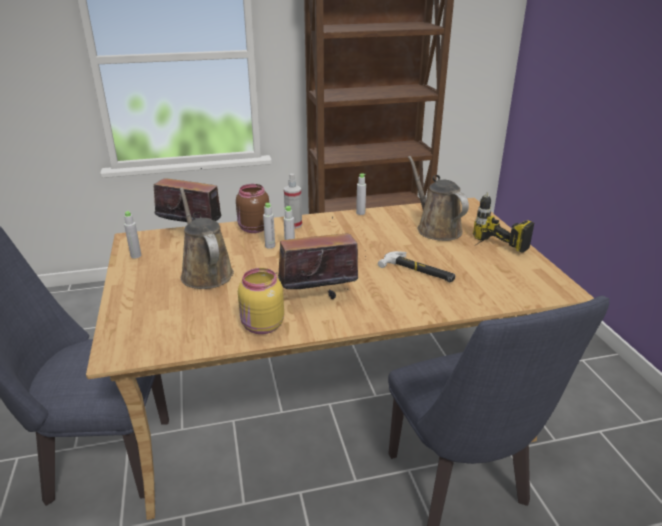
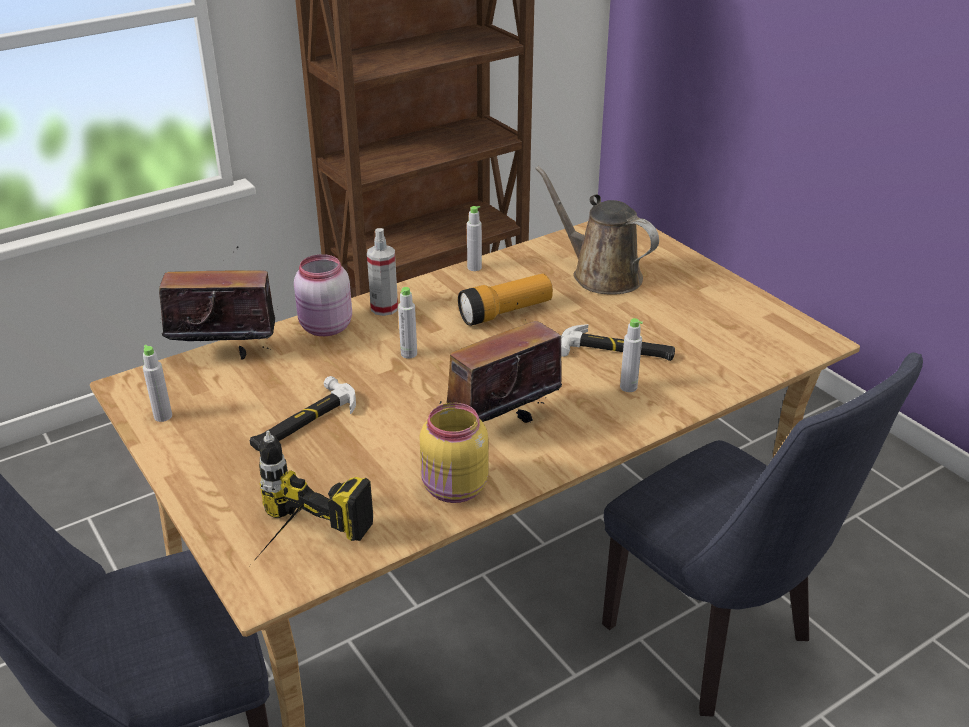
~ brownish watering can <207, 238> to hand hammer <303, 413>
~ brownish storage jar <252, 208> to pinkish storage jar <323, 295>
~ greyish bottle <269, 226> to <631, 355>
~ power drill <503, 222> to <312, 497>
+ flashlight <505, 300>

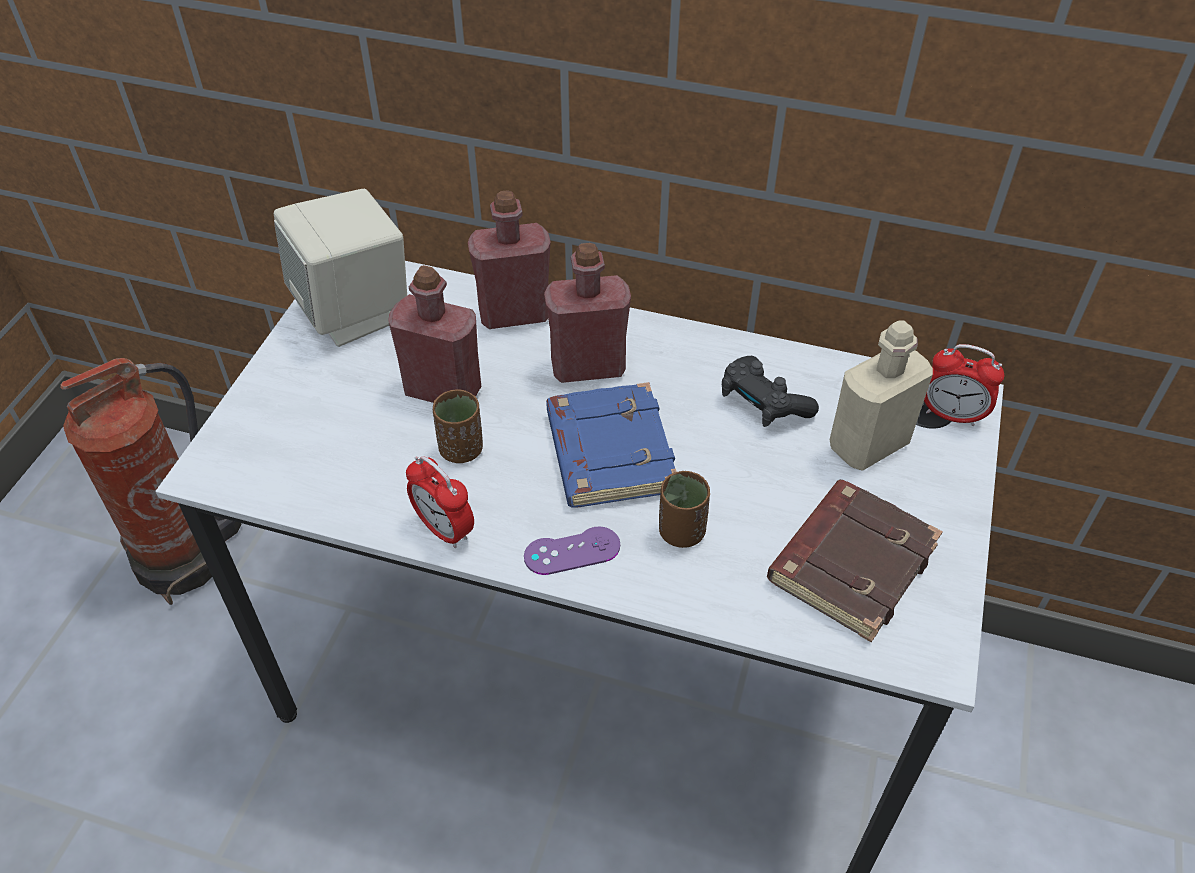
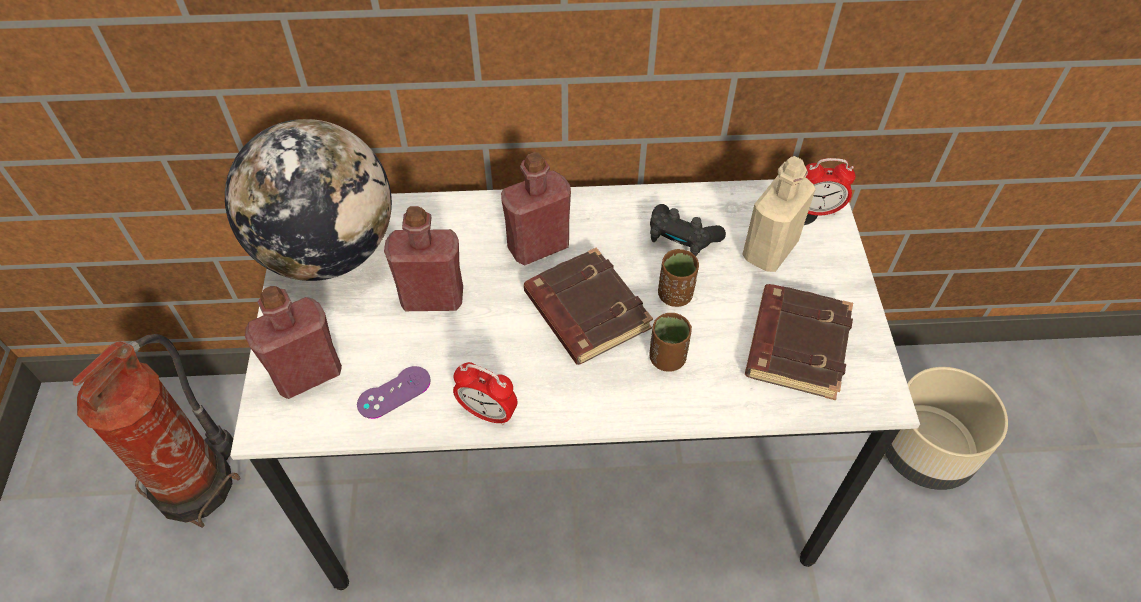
~ beige-coloured audio speaker <340, 268> to desk globe <308, 200>
~ brownish cup <458, 426> to <678, 278>
~ red-coloured bottle <509, 259> to <293, 342>
~ purple game controller <572, 551> to <393, 392>
~ blue-coloured bound book <611, 445> to brownish bound book <588, 306>
+ beige-coloured plant pot <946, 428>

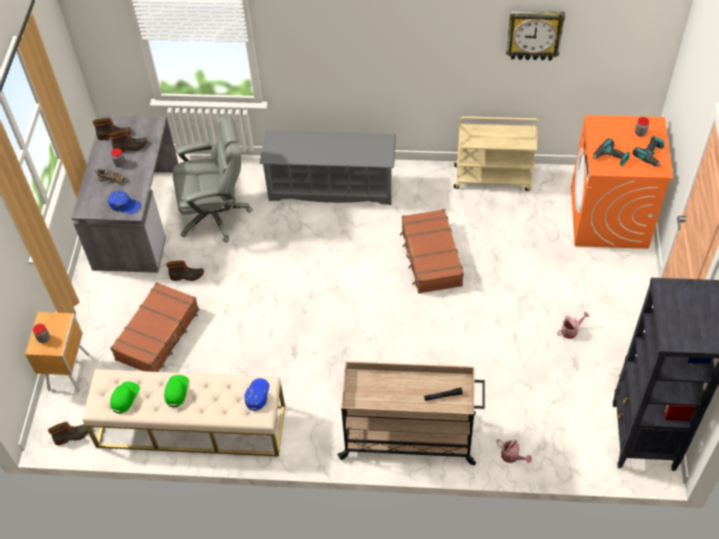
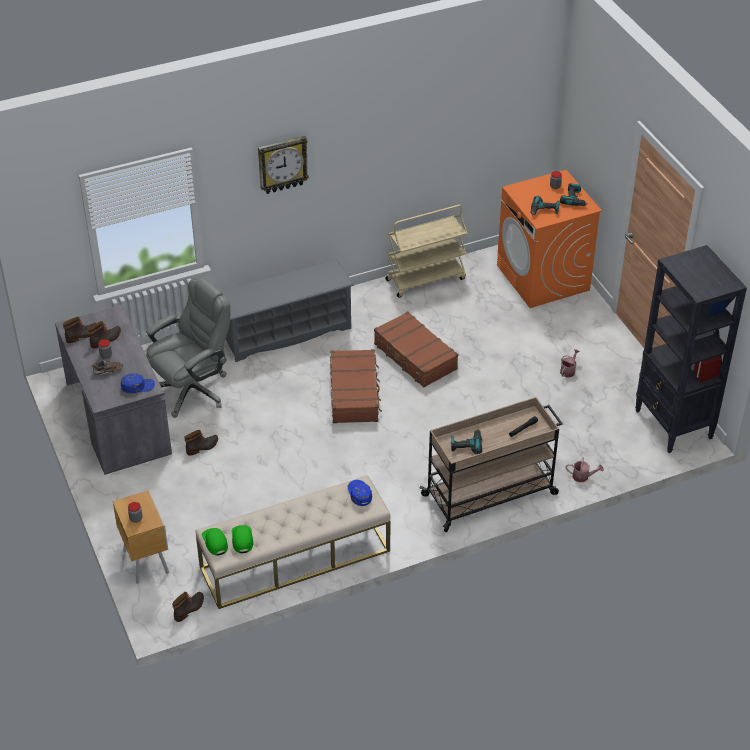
~ brownish piece of luggage <154, 327> to <356, 386>
~ green-coloured peaked cap <176, 391> to <215, 542>
~ hanging clock <535, 35> to <283, 165>
+ power drill <466, 441>

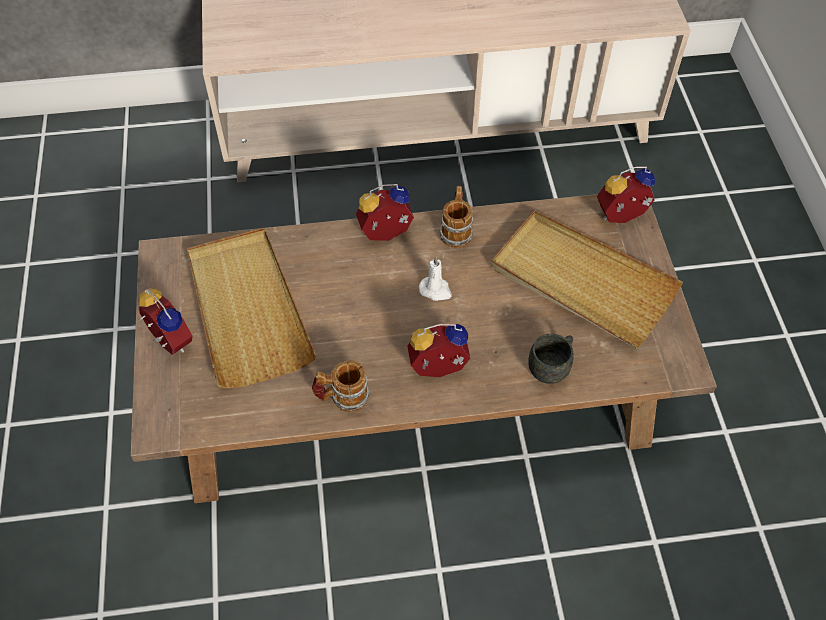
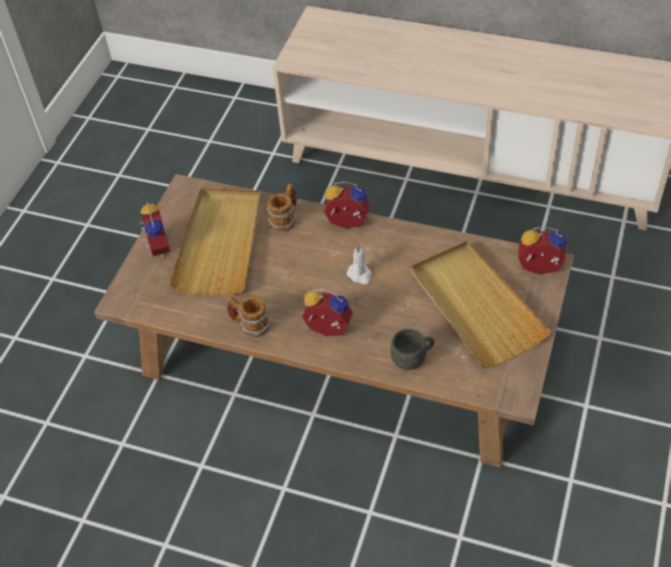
~ tea mug <456, 217> to <282, 208>

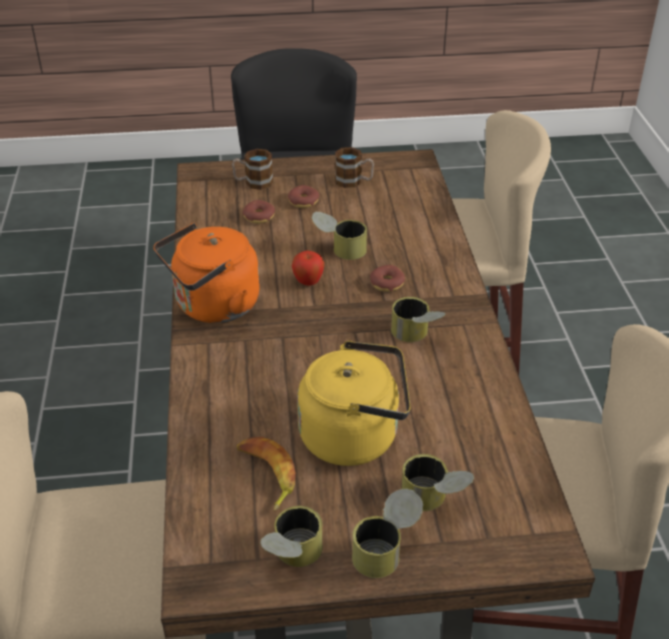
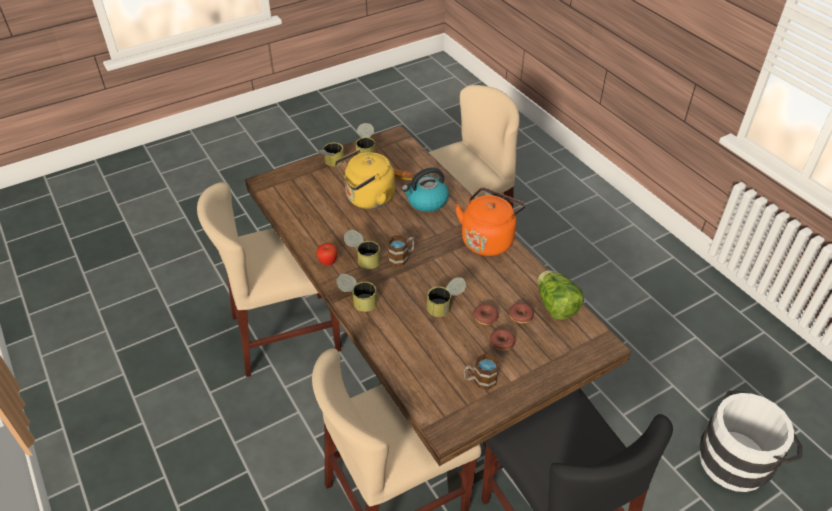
~ tea mug <253, 169> to <401, 251>
~ apple <308, 268> to <327, 254>
~ ring doughnut <387, 278> to <486, 314>
~ can <437, 482> to <356, 293>
+ water kettle <425, 189>
+ lettuce <561, 295>
+ whitish bucket <750, 441>

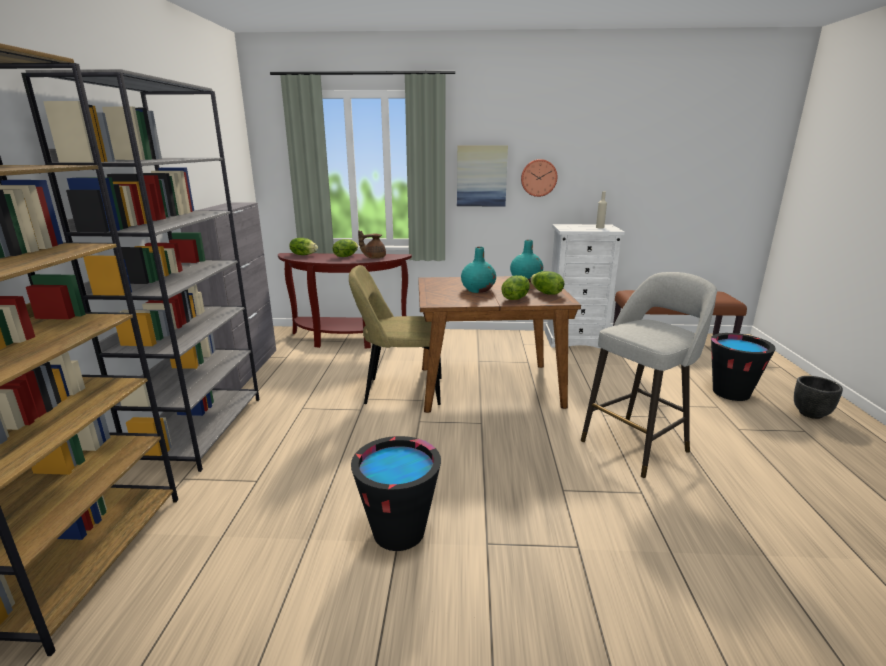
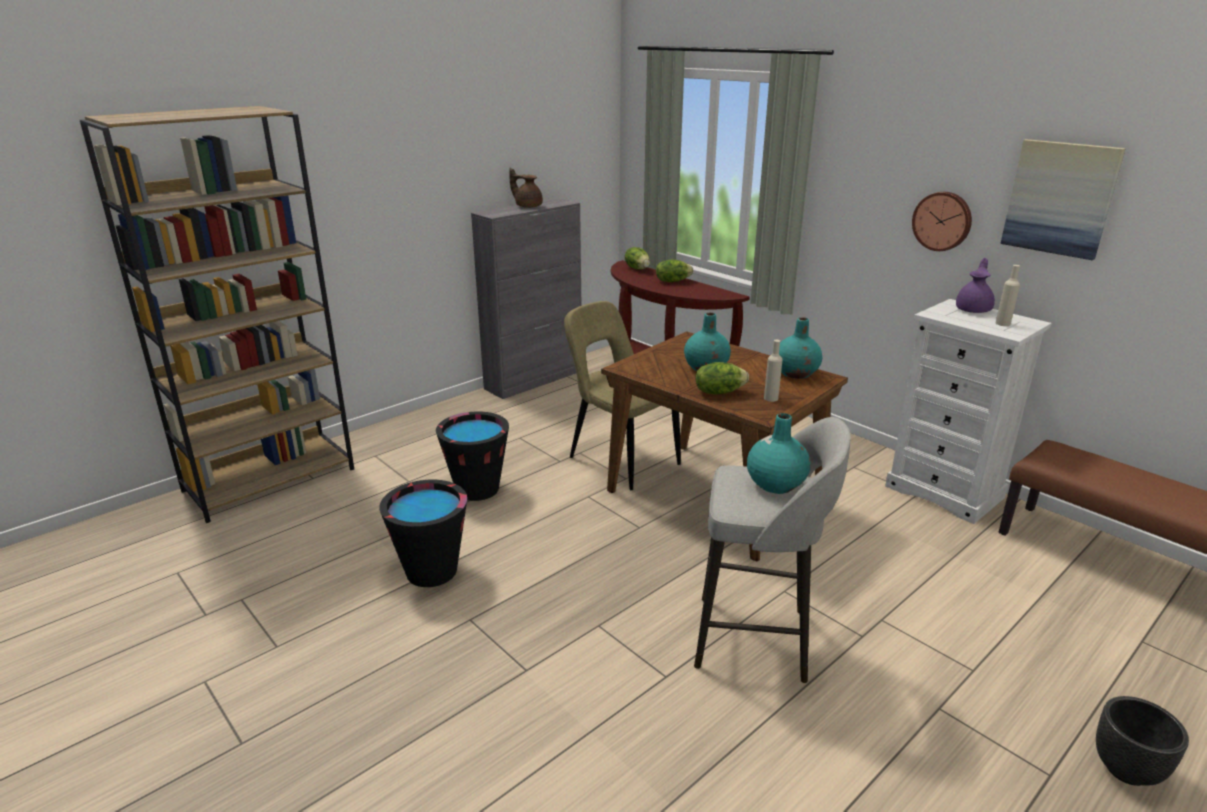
- greyish bookshelf <140, 270>
~ brownish teapot <372, 244> to <526, 188>
~ wall picture <482, 176> to <1063, 199>
~ lettuce <547, 283> to beige-coloured bottle <773, 371>
~ black bucket <743, 367> to <472, 456>
+ turquoise flower vase <779, 453>
+ purple teapot <975, 285>

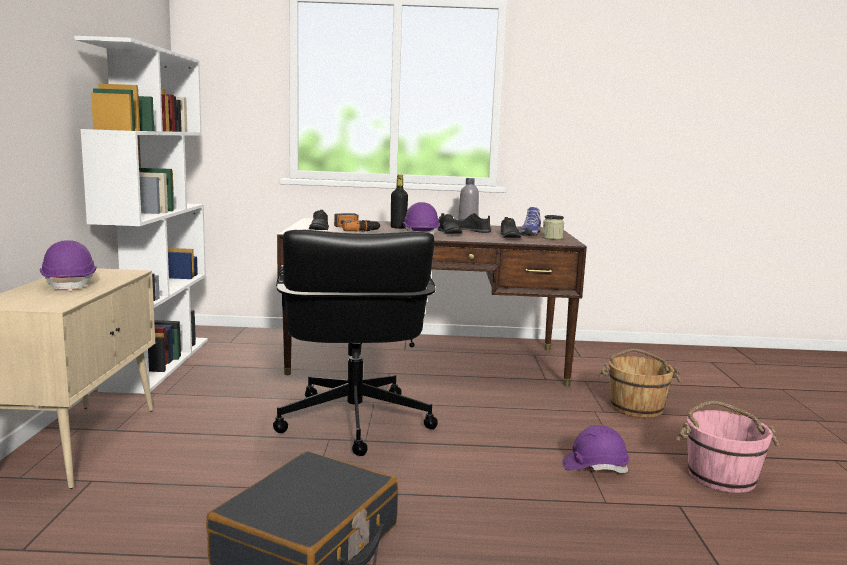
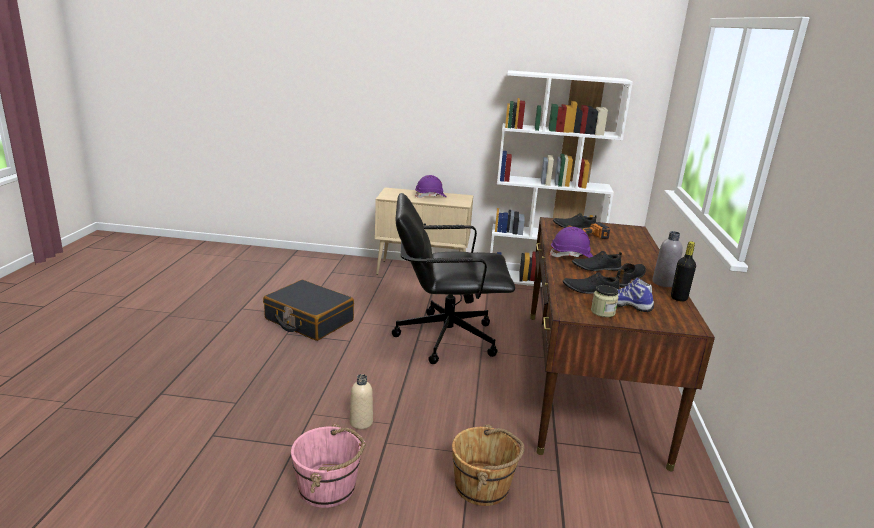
~ black bottle <399, 201> to <683, 271>
~ purple safety helmet <595, 449> to beige-coloured bottle <361, 401>

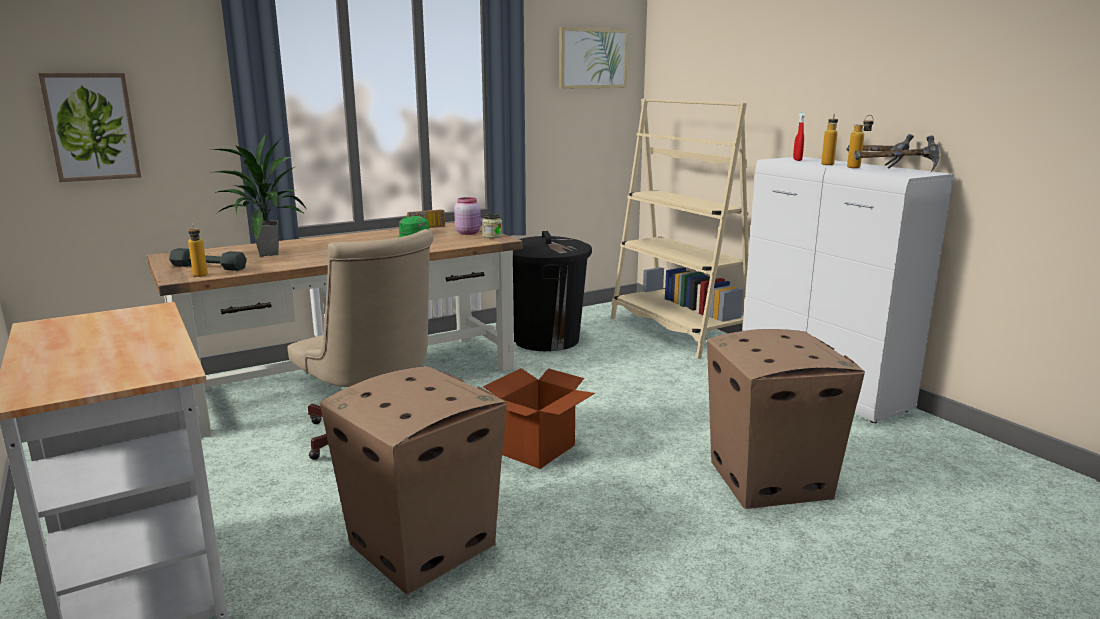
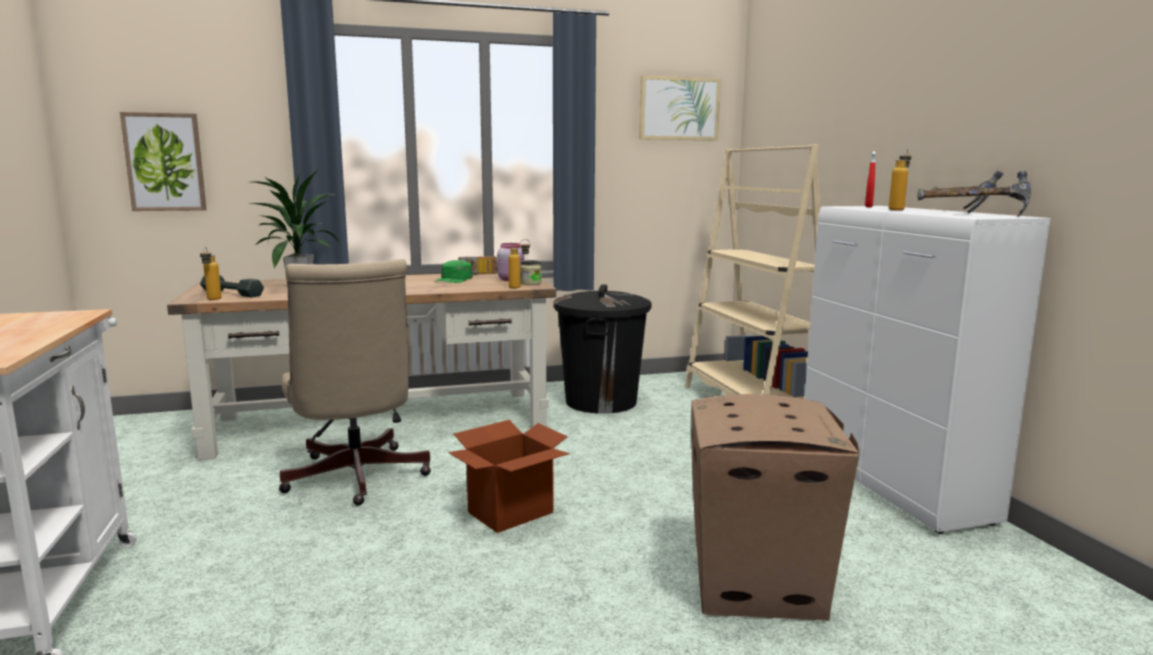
- packing box <413, 480>
~ bottle <860, 141> to <519, 263>

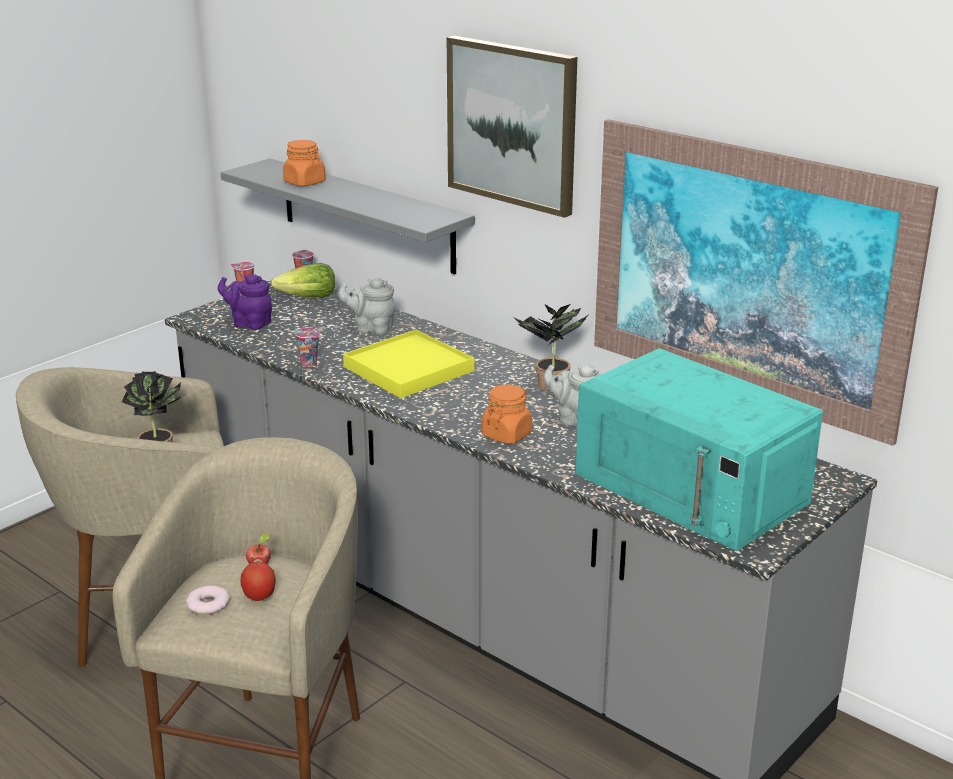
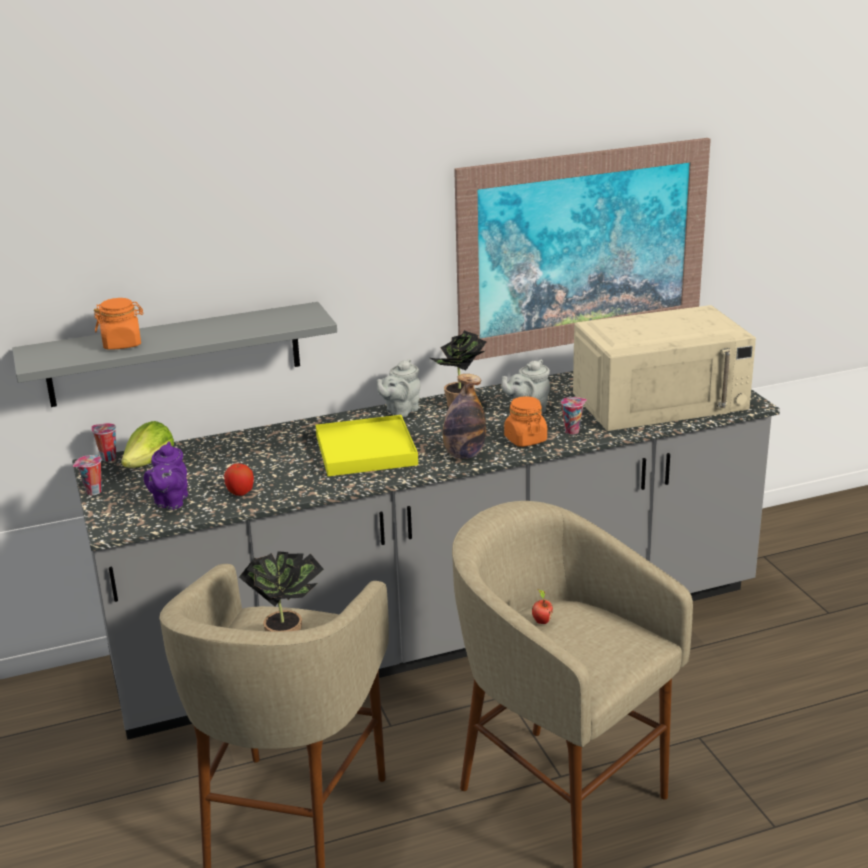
- ring doughnut <208, 600>
~ purple teapot <245, 302> = <166, 475> 45 degrees counterclockwise
~ apple <258, 581> to <239, 480>
~ cup <307, 347> to <574, 416>
~ greyish teapot <367, 306> to <398, 388>
- wall picture <512, 127>
~ turquoise kitchen microwave <699, 449> to beige-coloured kitchen microwave <664, 368>
+ bottle <464, 416>

